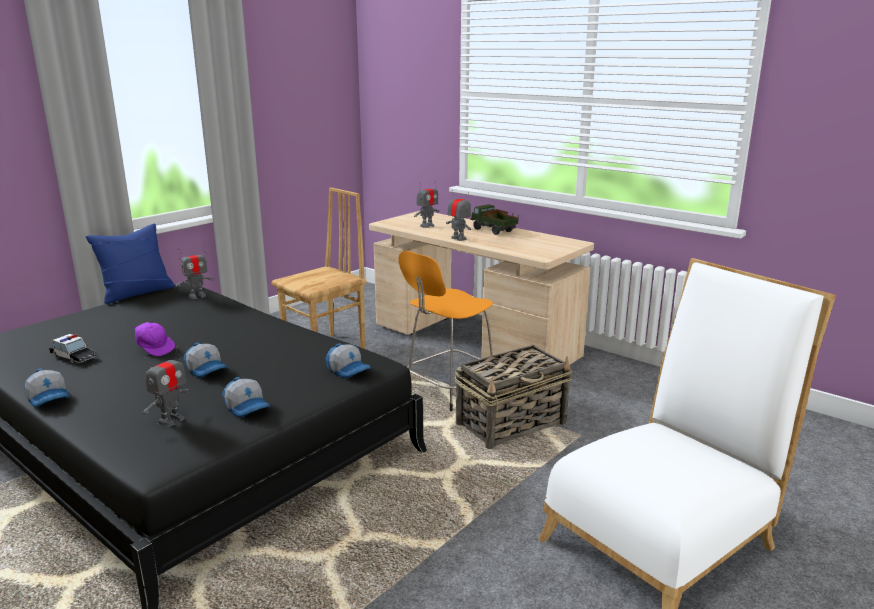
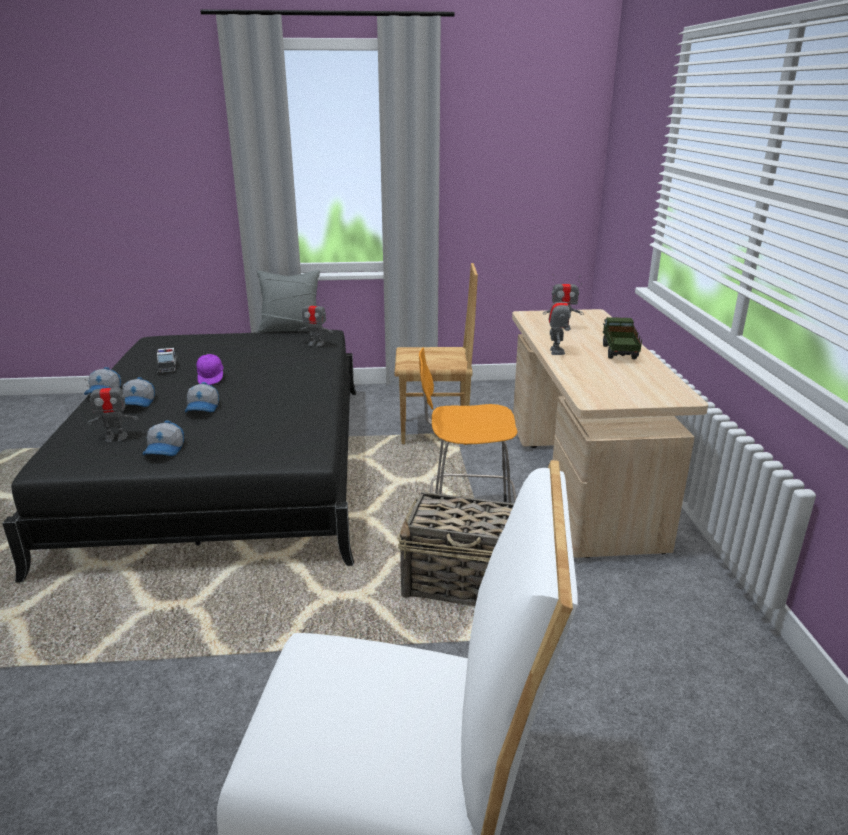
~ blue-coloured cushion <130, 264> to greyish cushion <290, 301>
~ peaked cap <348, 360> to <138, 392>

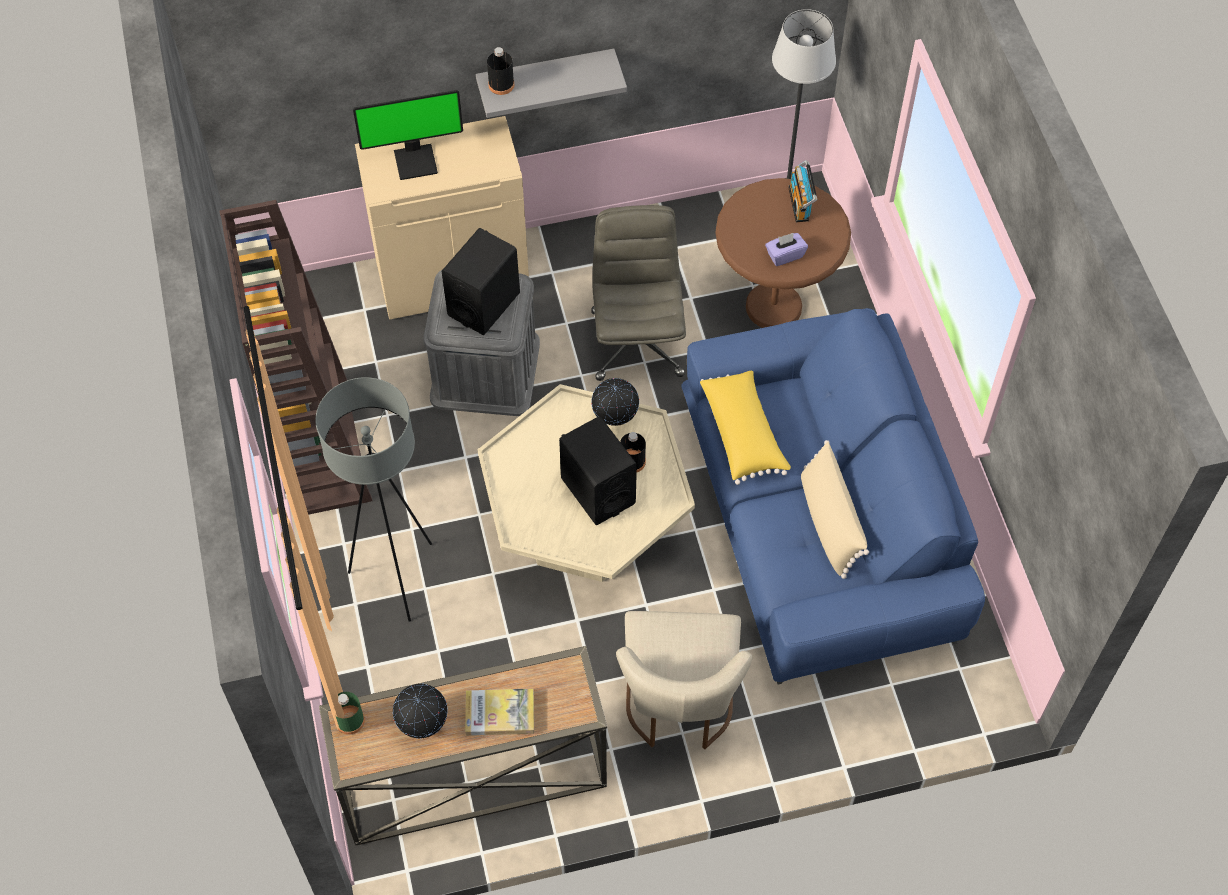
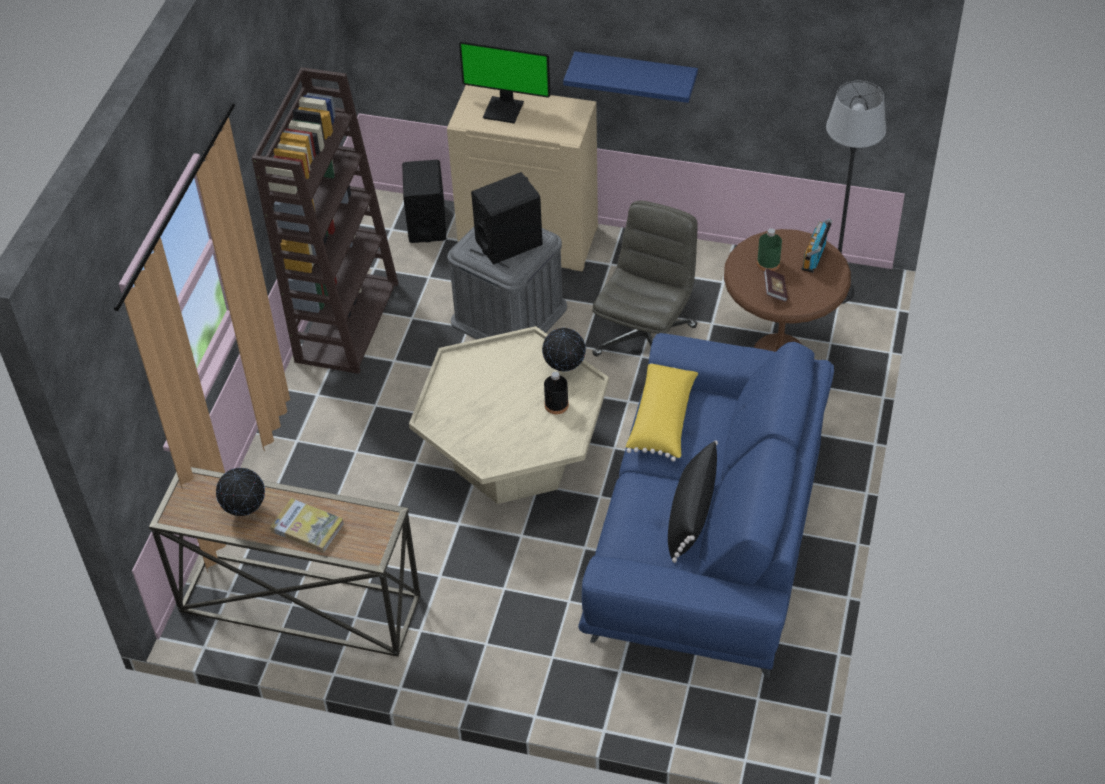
- greyish standing lamp <373, 499>
~ green-coloured bottle <350, 713> to <769, 249>
~ greyish shelf <551, 83> to blue-coloured shelf <630, 77>
- black bottle <500, 71>
~ black audio speaker <598, 470> to <424, 201>
- beige-coloured upright chair <684, 680>
~ purple box of tissues <786, 249> to bound book <776, 285>
~ beige-coloured cushion <835, 509> to black cushion <693, 501>

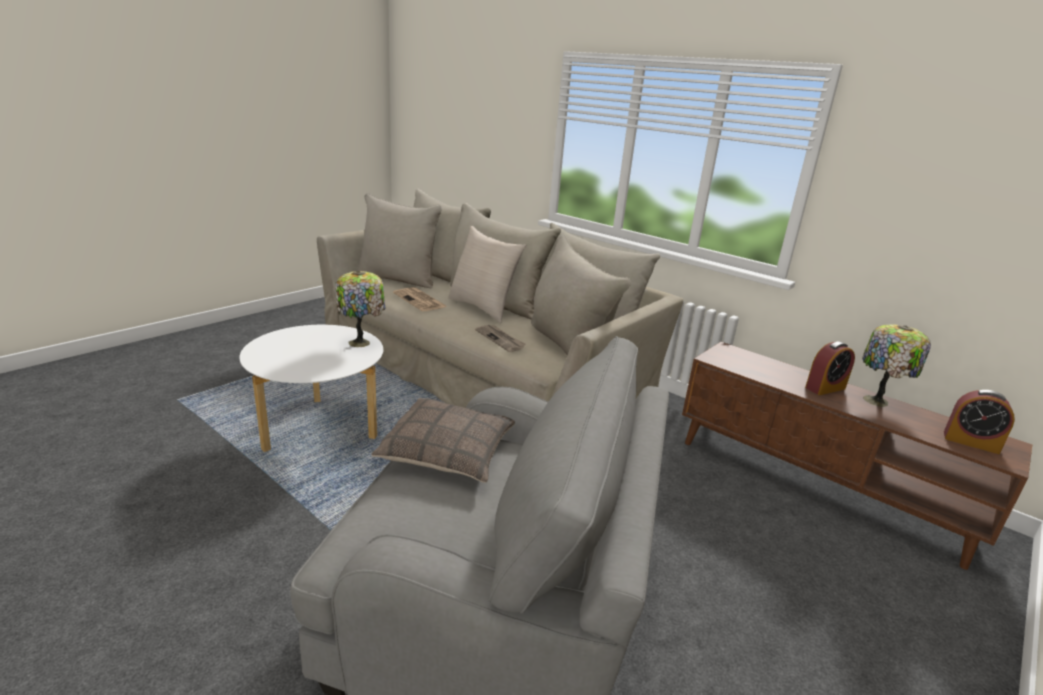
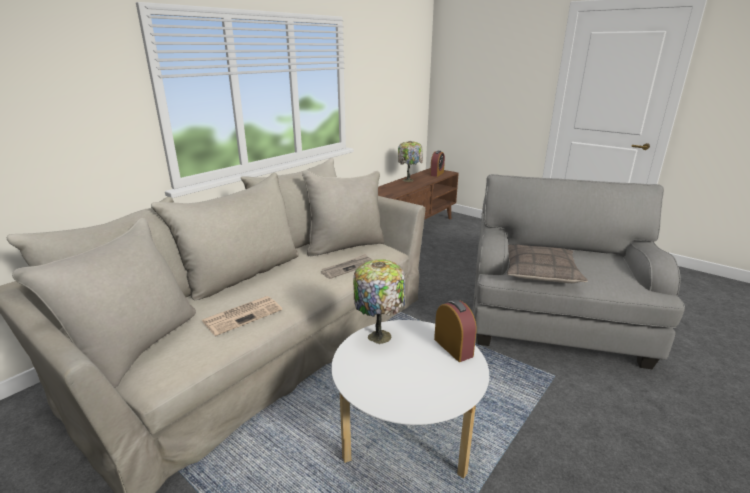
- beige-coloured cushion <487, 274>
~ bedside clock <830, 368> to <455, 330>

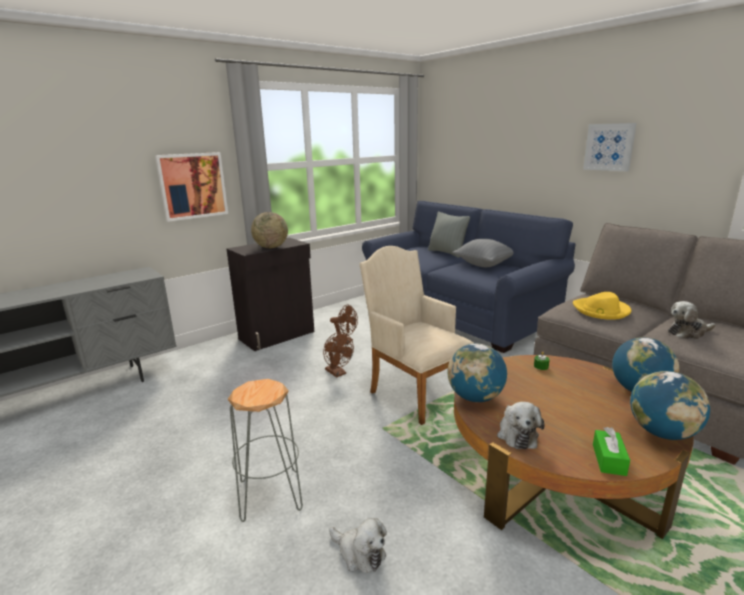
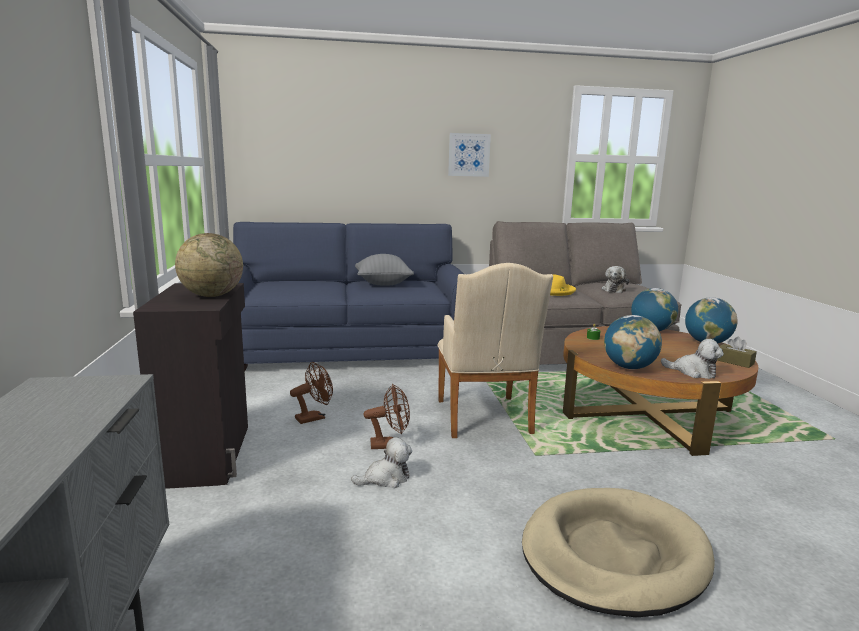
- wall picture <191, 187>
~ greyish stool <265, 450> to beige-coloured dog bed <618, 552>
~ plush toy <358, 545> to <381, 462>
~ beige-coloured easy chair <417, 335> = <495, 350> 90 degrees counterclockwise
- greyish cushion <449, 235>
~ green-coloured box of tissues <611, 451> to brownish box of tissues <737, 352>

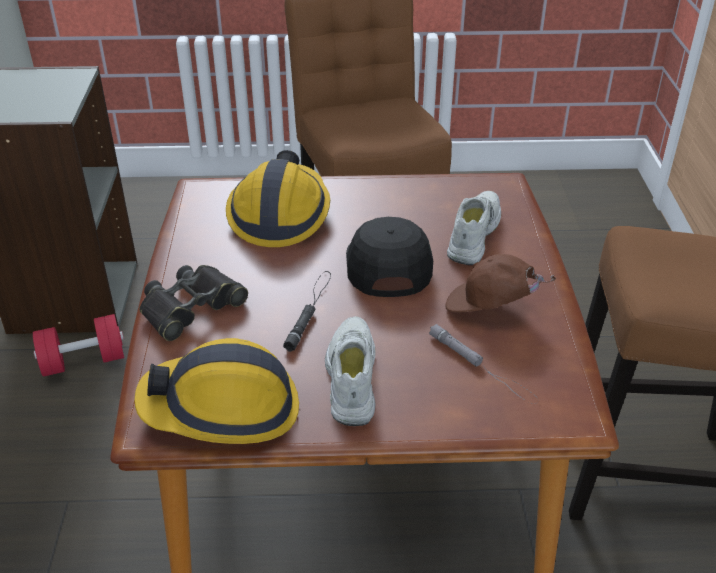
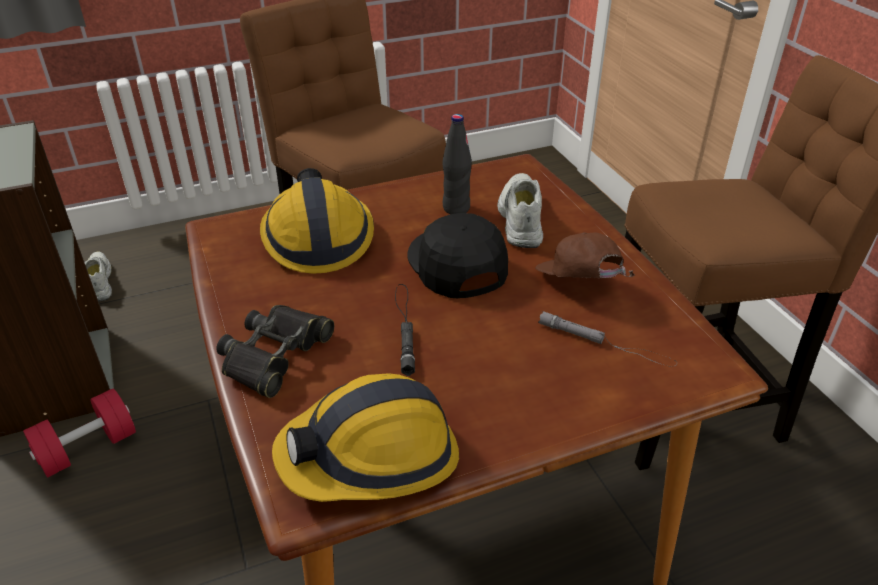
~ whitish shoe <350, 371> to <98, 276>
~ brownish peaked cap <501, 283> = <585, 255> 60 degrees clockwise
+ black bottle <457, 164>

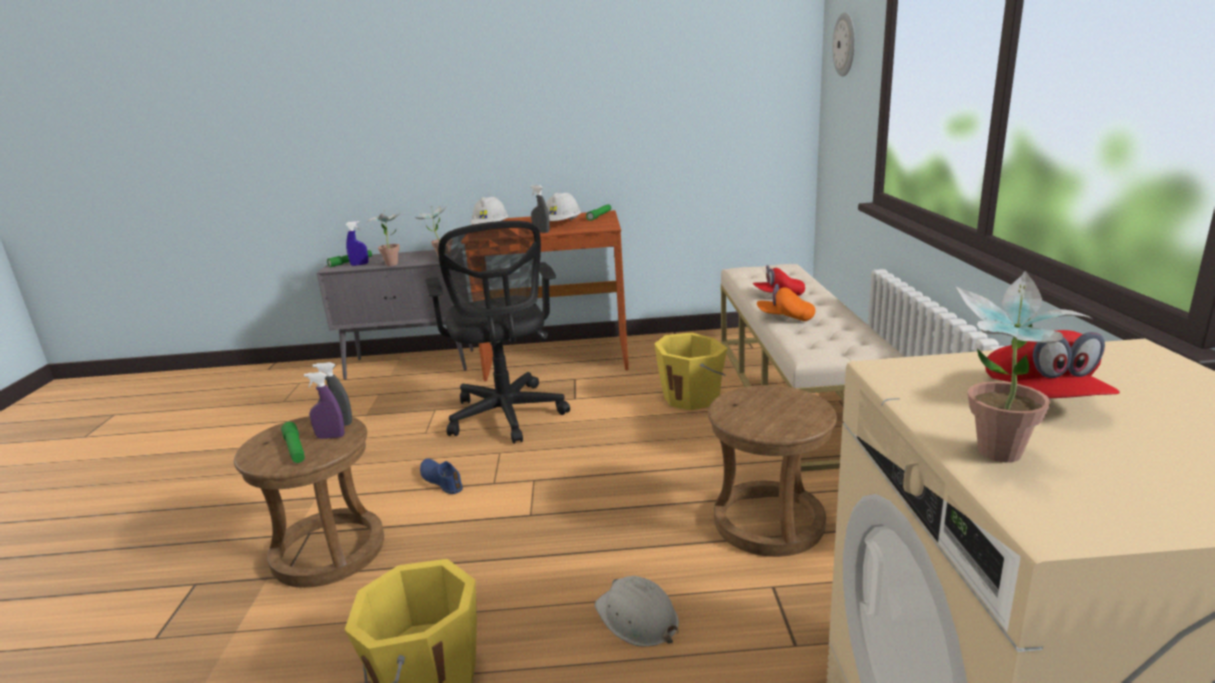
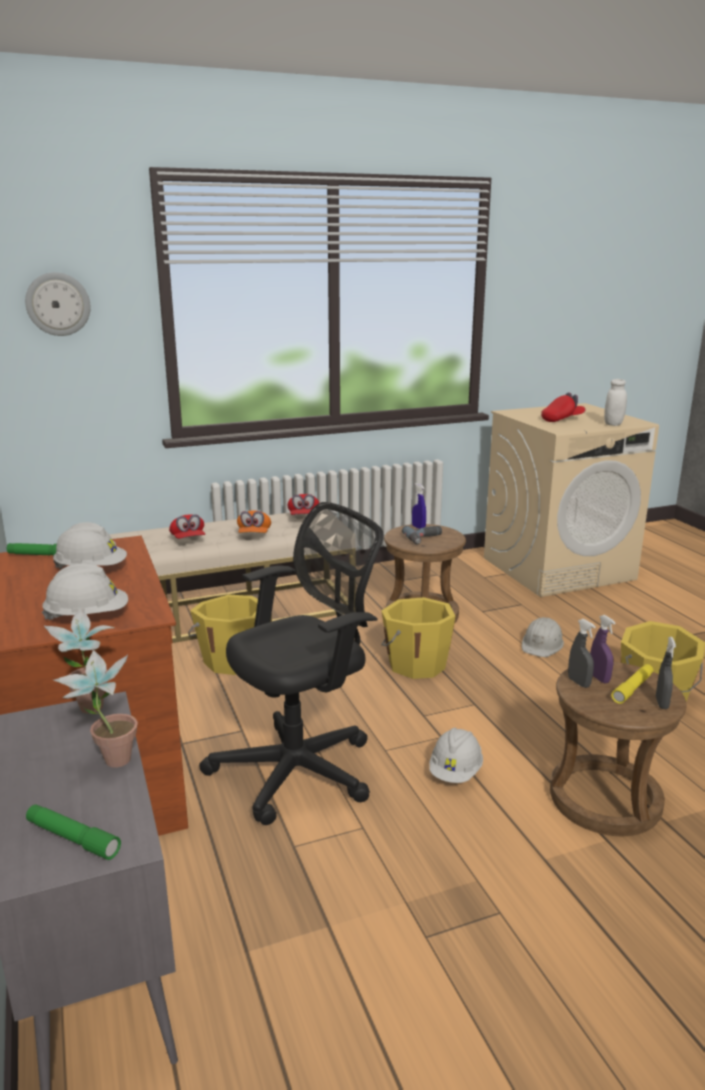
~ green-coloured flashlight <293, 442> to yellow-coloured flashlight <632, 684>
~ blue-coloured spray bottle <357, 243> to <419, 506>
~ blue-coloured shoe <441, 476> to whitish safety helmet <456, 755>
~ greyish spray bottle <540, 209> to <666, 673>
~ plant in a pot <1025, 367> to whitish storage jar <615, 402>
+ red-coloured peaked cap <303, 504>
+ yellow-coloured bucket <418, 638>
+ power drill <422, 535>

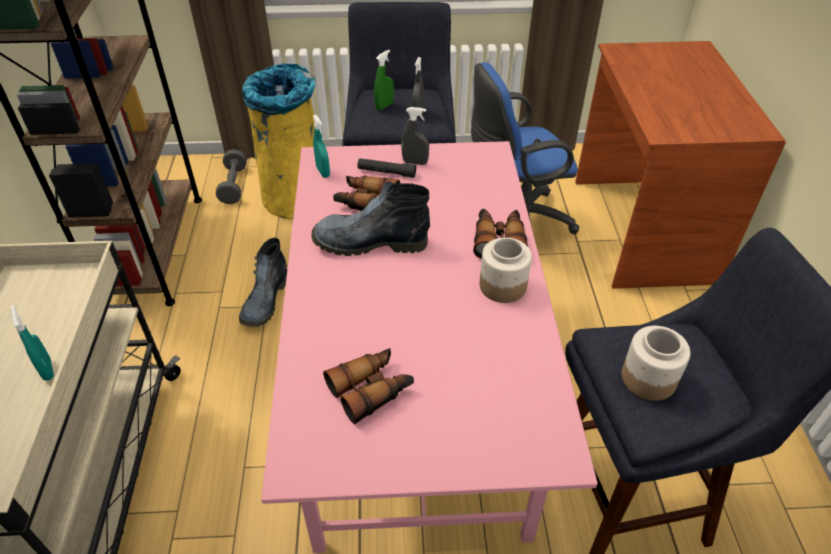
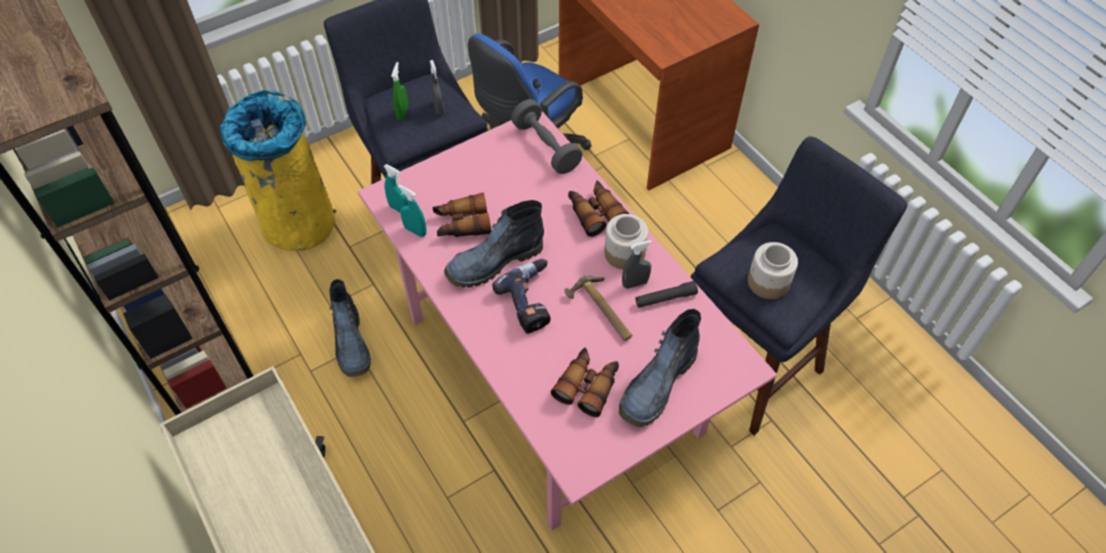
~ turquoise spray bottle <32, 343> to <412, 211>
~ greyish dumbbell <231, 176> to <547, 136>
~ black flashlight <386, 168> to <667, 294>
~ greyish spray bottle <415, 136> to <637, 264>
+ power drill <521, 296>
+ hand hammer <598, 308>
+ boot <660, 368>

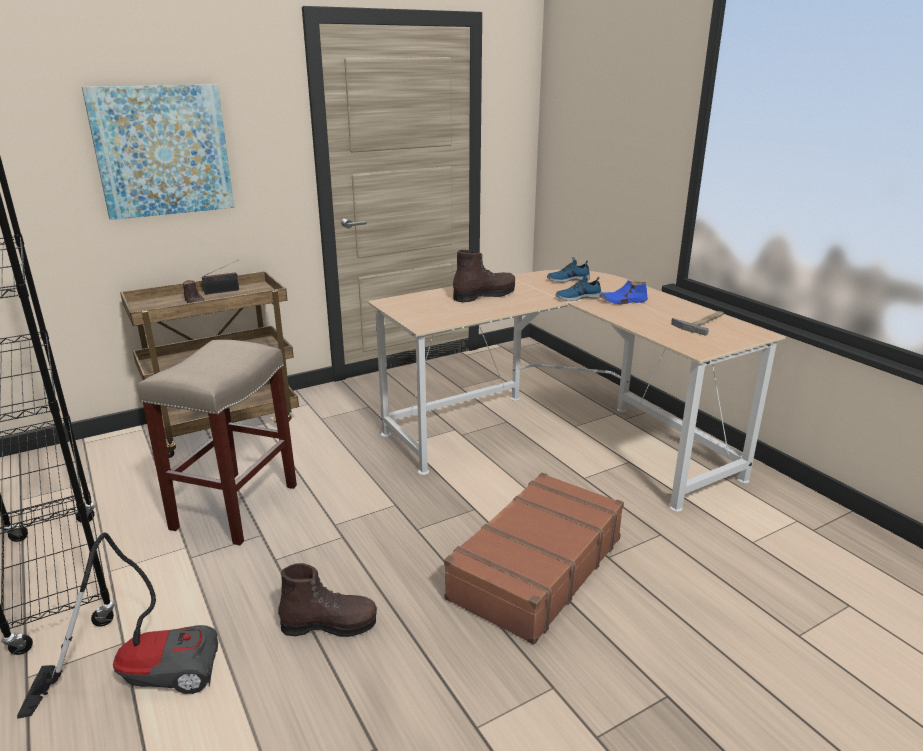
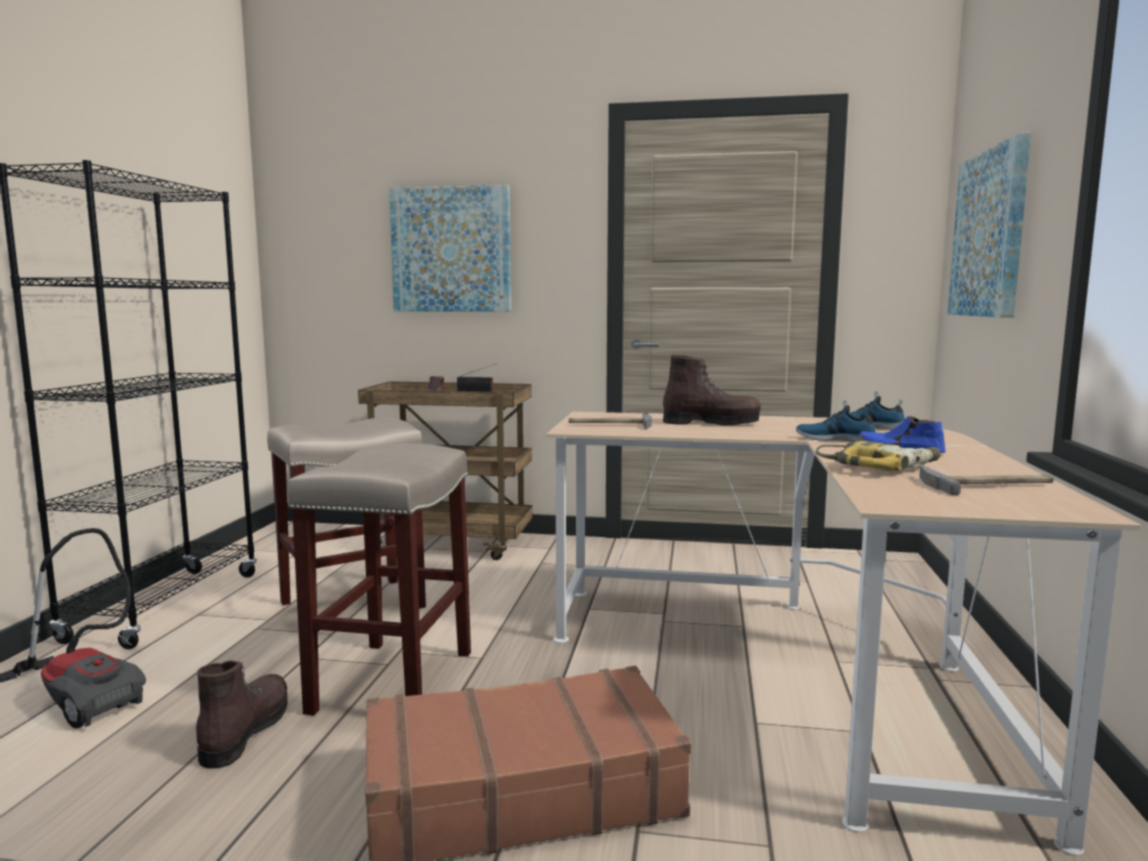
~ brownish boot <327, 600> = <241, 714> 120 degrees counterclockwise
+ beige-coloured stool <379, 579>
+ hand hammer <610, 421>
+ power drill <878, 456>
+ wall picture <989, 225>

